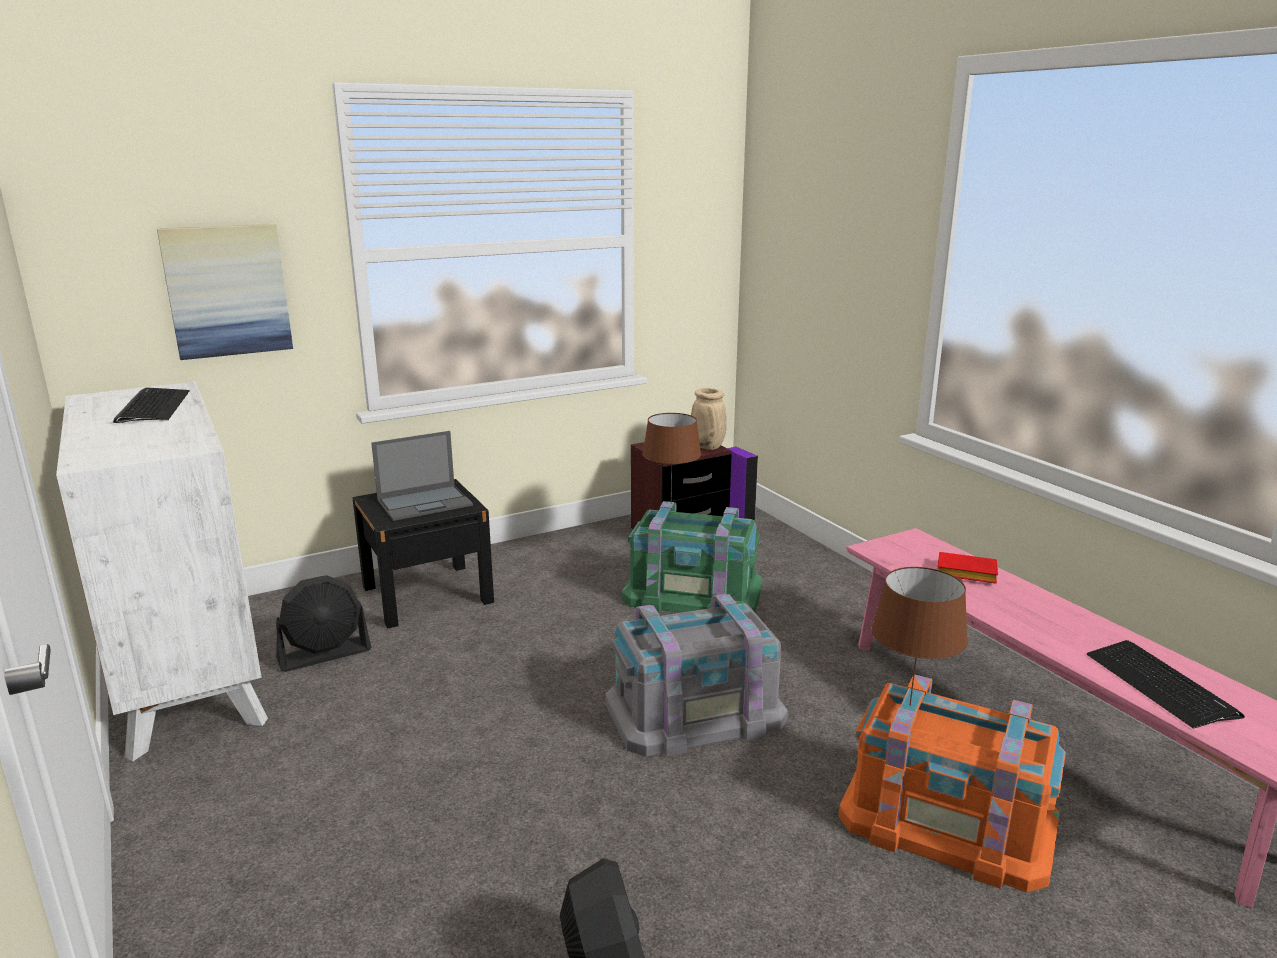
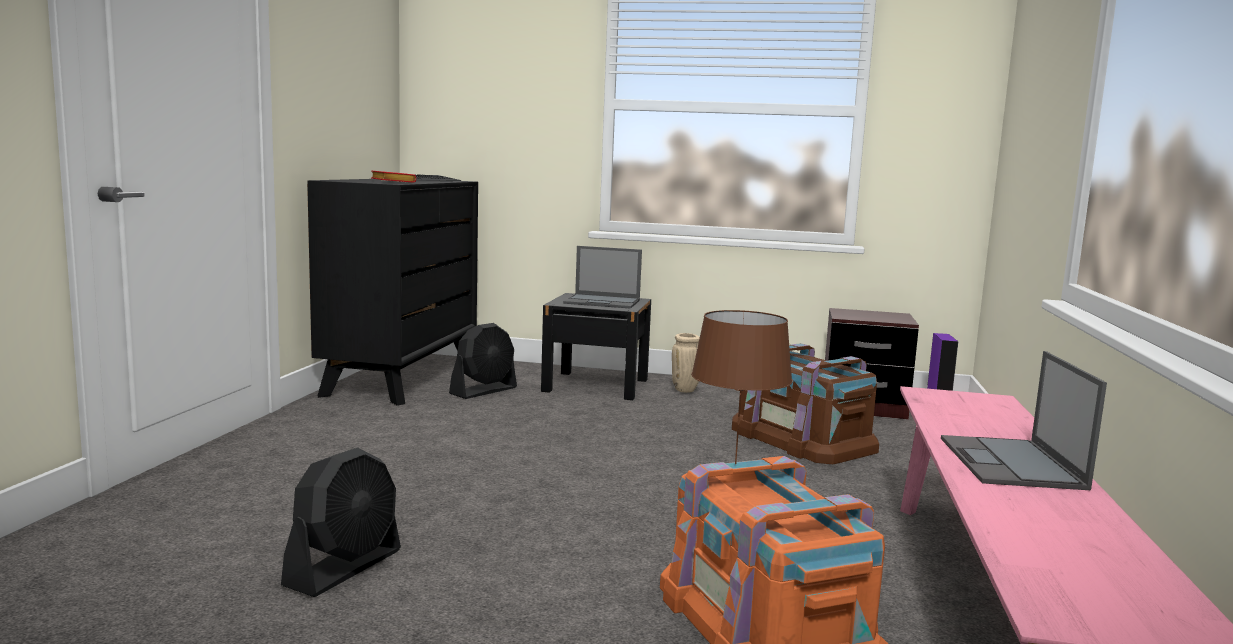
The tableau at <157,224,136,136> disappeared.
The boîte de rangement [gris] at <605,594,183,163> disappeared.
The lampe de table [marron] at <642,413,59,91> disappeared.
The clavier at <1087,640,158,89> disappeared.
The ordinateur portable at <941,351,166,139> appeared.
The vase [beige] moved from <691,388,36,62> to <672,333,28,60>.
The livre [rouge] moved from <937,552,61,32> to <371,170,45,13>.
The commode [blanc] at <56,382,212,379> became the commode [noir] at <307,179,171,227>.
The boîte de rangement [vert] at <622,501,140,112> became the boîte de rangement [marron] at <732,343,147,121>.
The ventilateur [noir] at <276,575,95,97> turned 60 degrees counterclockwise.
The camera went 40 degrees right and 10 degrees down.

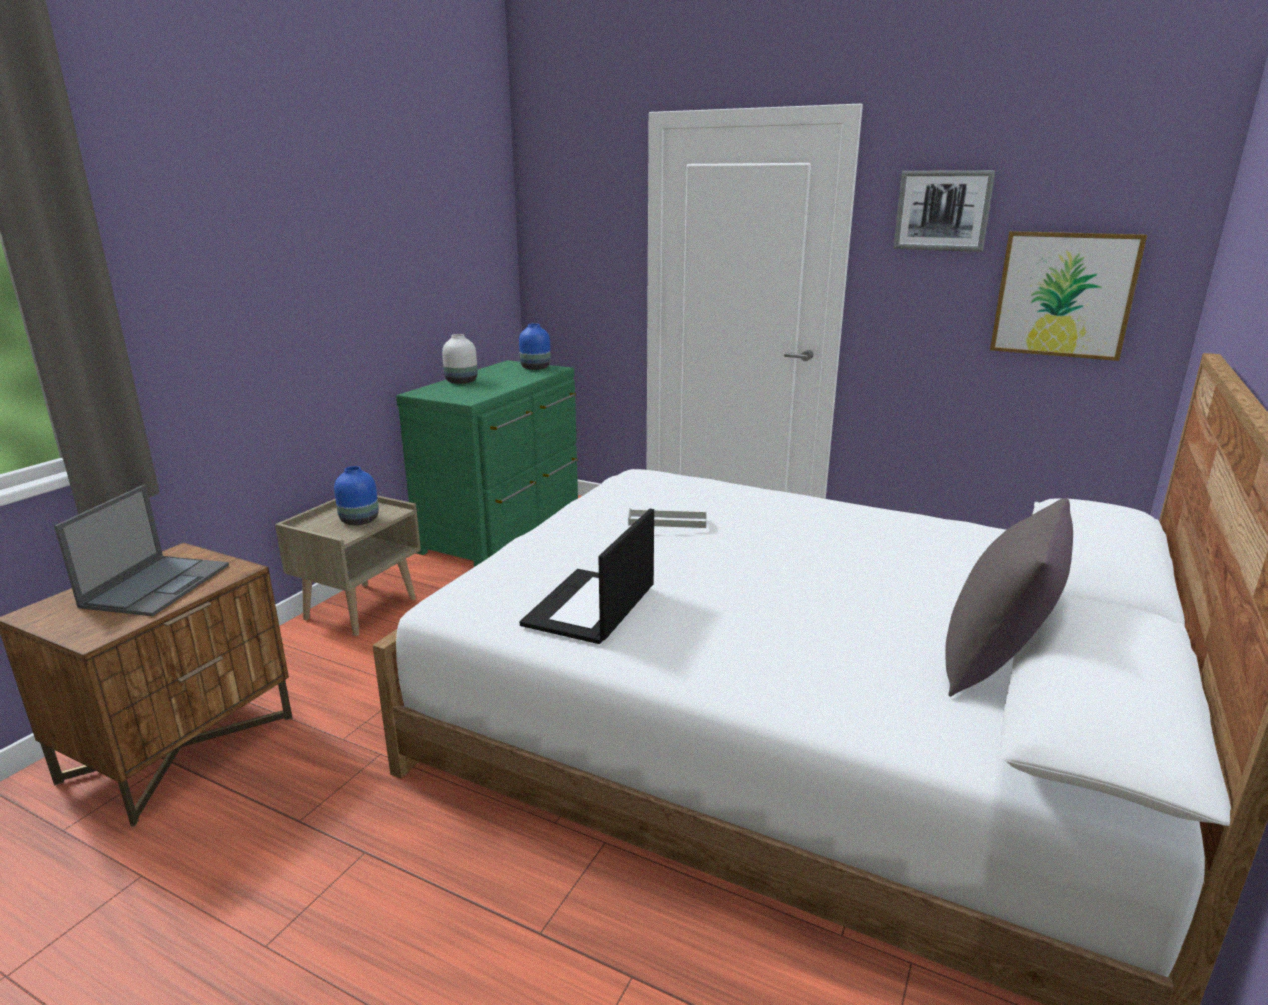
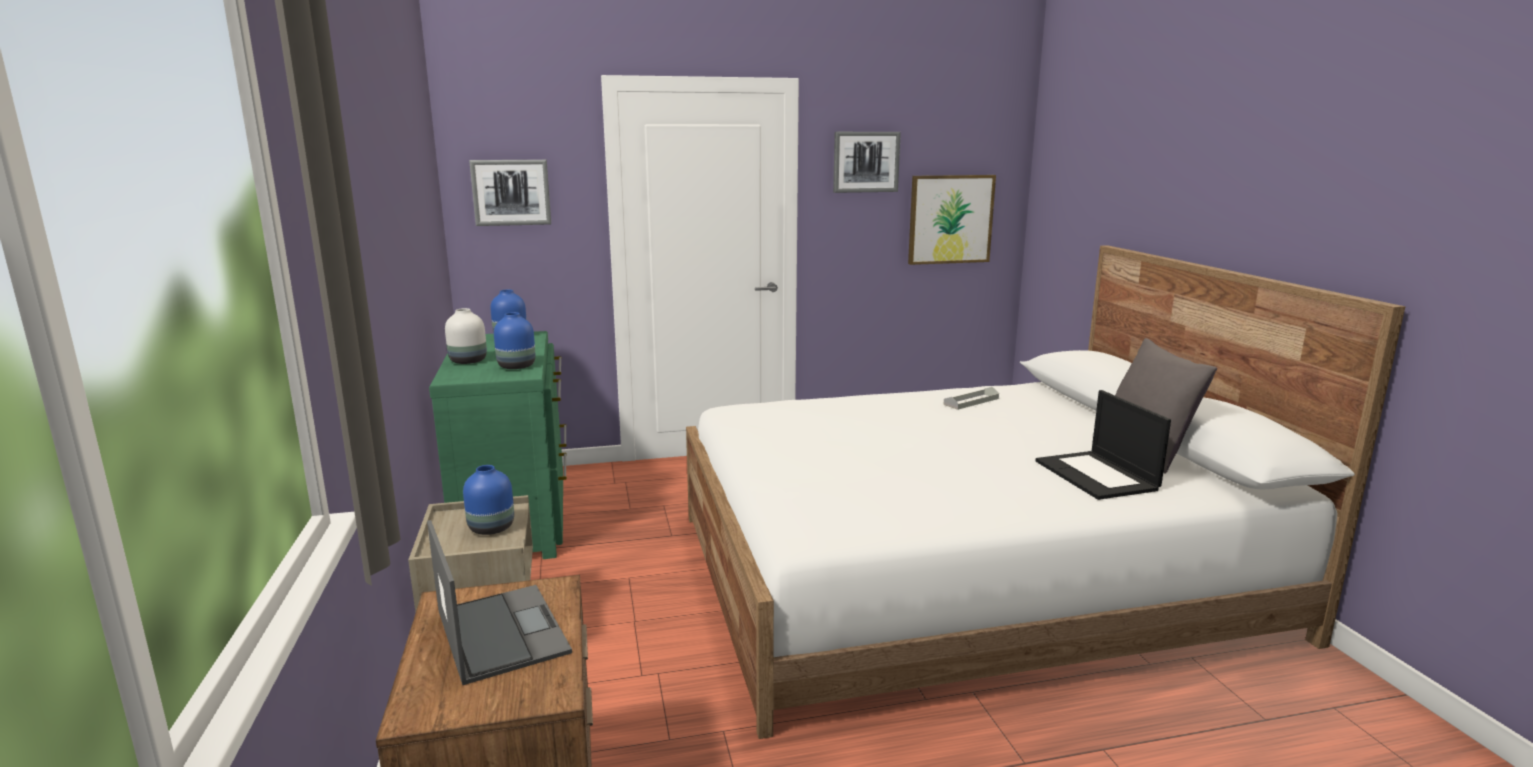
The tableau at <469,160,82,66> appeared.
The vase [bleu] at <494,312,41,57> appeared.
The ordinateur portable moved from <520,509,134,135> to <1036,390,135,110>.
The plateau [gris] moved from <628,508,79,20> to <944,387,55,23>.
The camera went 40 degrees left and 5 degrees down.

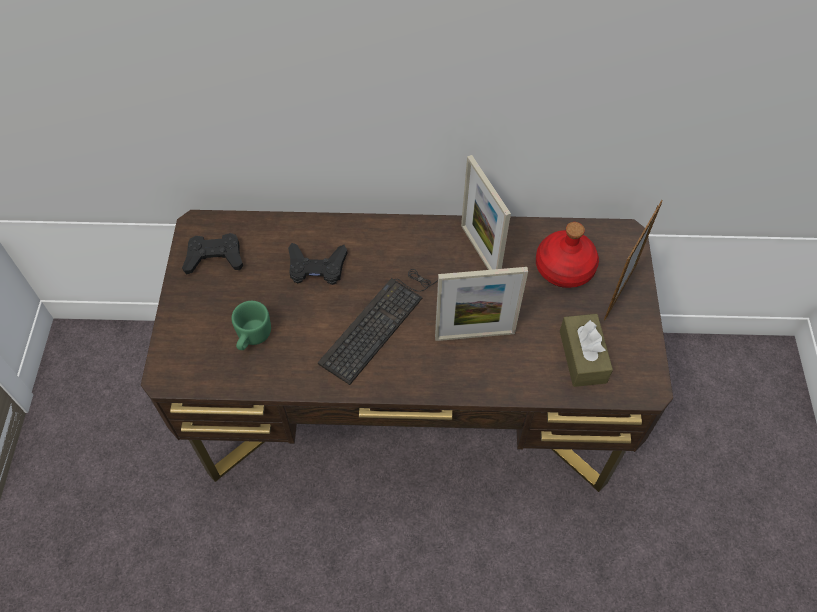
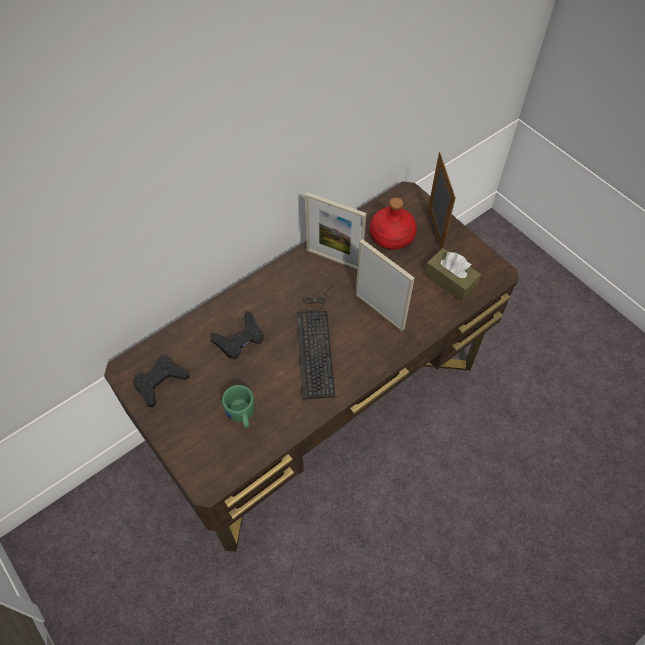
The cadre photo at <435,267,93,74> turned 90 degrees counterclockwise.
The camera went 40 degrees left and 0 degrees up.

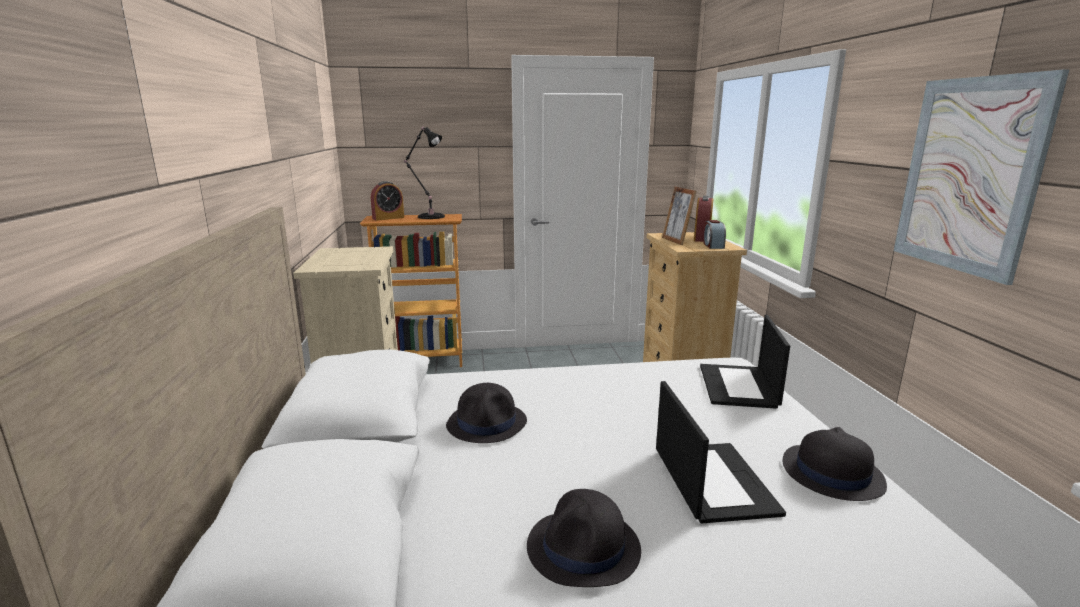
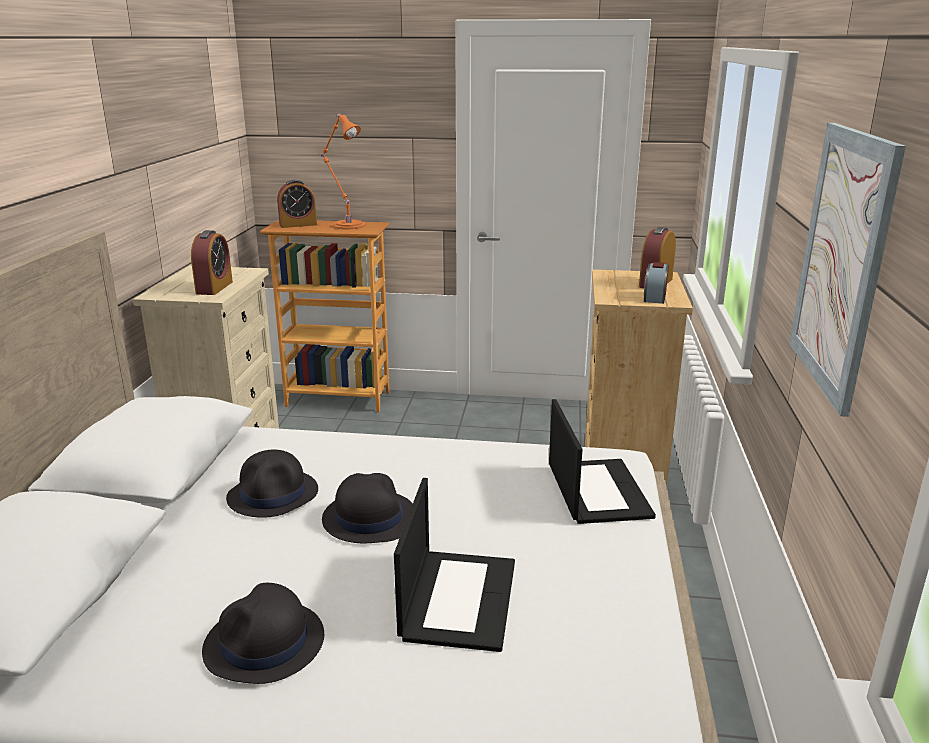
The cadre photo at <662,186,35,59> disappeared.
The réveil at <191,230,42,65> appeared.
The chapeau [noir] moved from <782,427,105,74> to <322,473,91,70>.
The lampe de table [noir] at <403,127,42,92> became the lampe de table [orange] at <320,114,45,115>.
The ordinateur portable at <700,315,90,94> turned 150 degrees clockwise.
The camera went 15 degrees right and 5 degrees up.

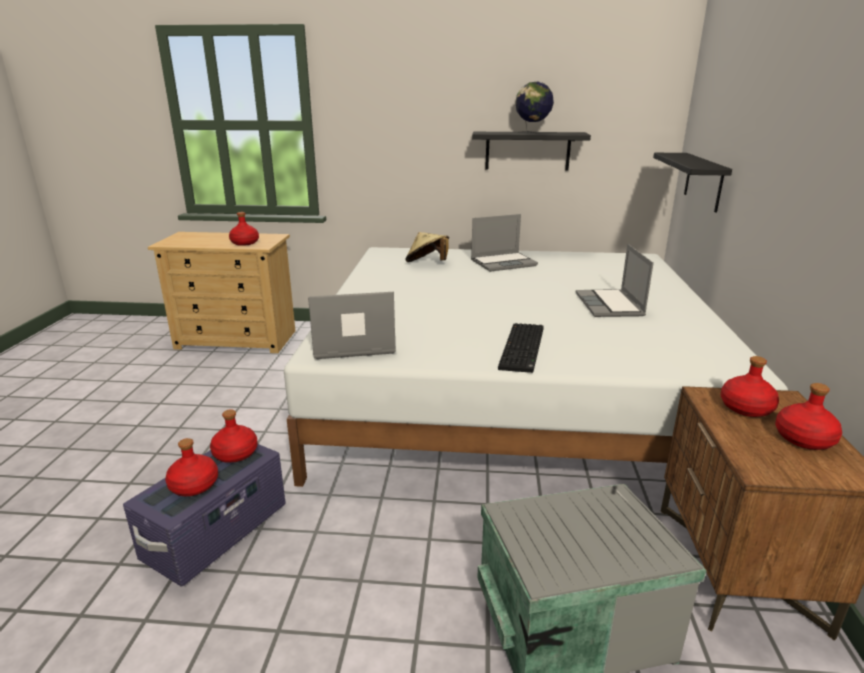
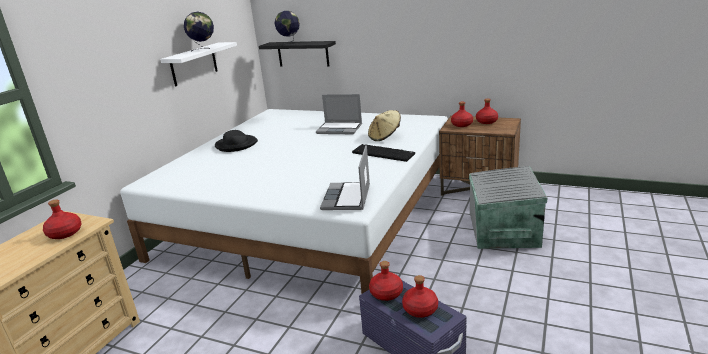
The globe at <275,11,25,34> appeared.
The chapeau [beige] moved from <406,232,43,30> to <368,110,33,31>.
The ordinateur portable at <471,214,67,58> was replaced by the chapeau [noir] at <215,130,43,22>.
The étagère [noir] at <472,132,119,38> became the étagère [blanc] at <160,42,77,45>.
The camera went 70 degrees left and 0 degrees up.

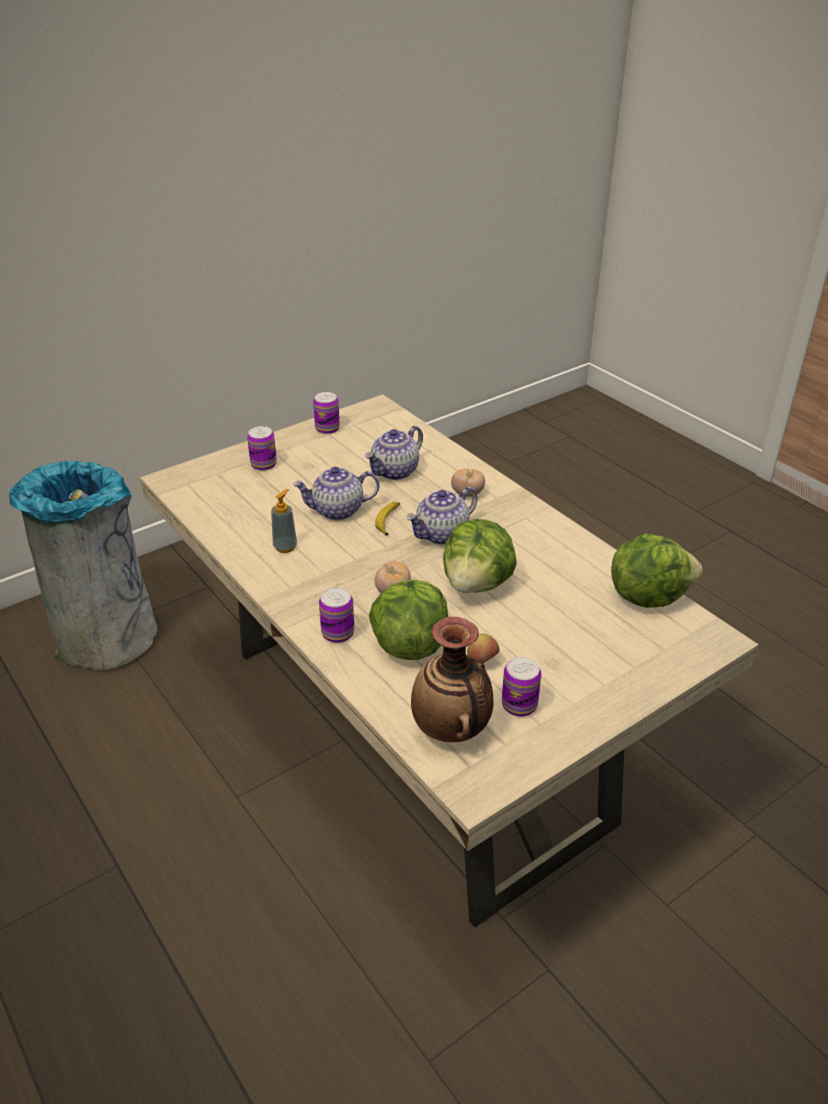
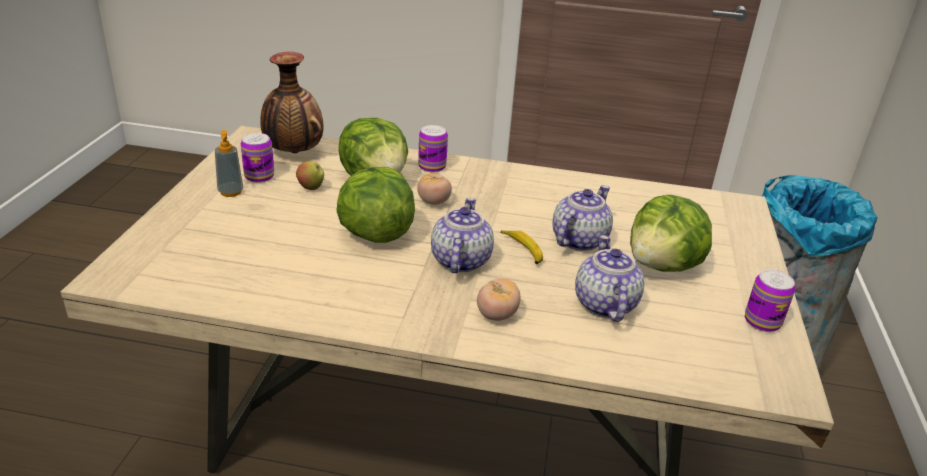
The boîte métallique at <247,426,30,45> disappeared.
The distributeur de savon moved from <271,489,26,64> to <215,130,28,67>.
The laitue moved from <611,533,92,75> to <630,195,82,77>.
The camera went 135 degrees right and 5 degrees down.

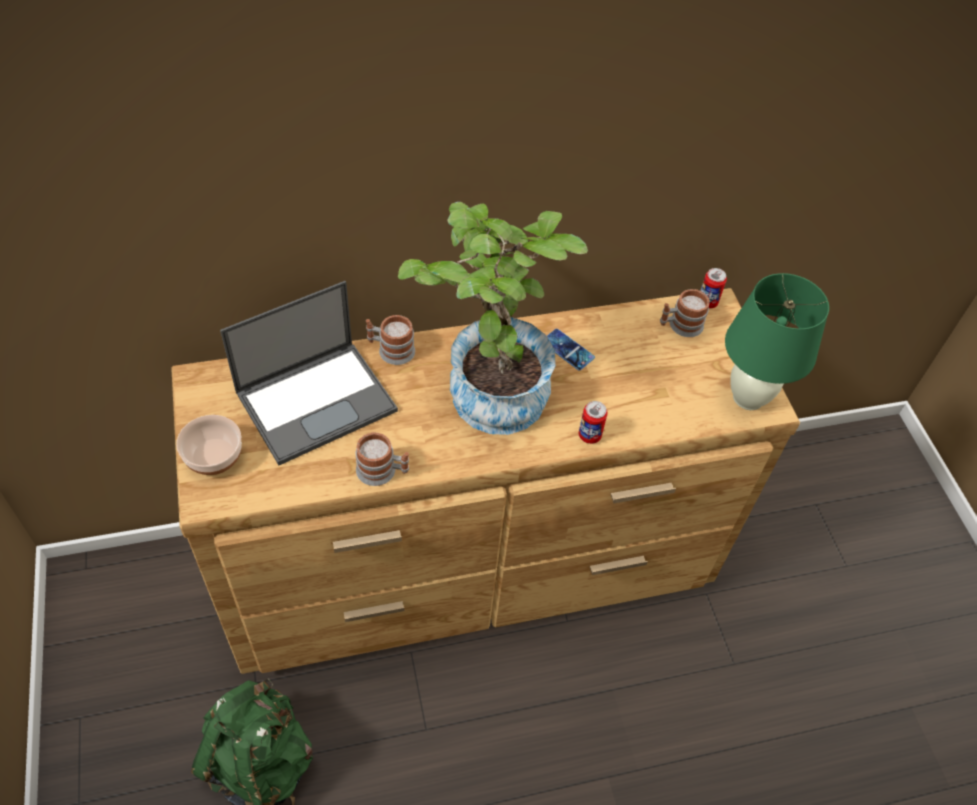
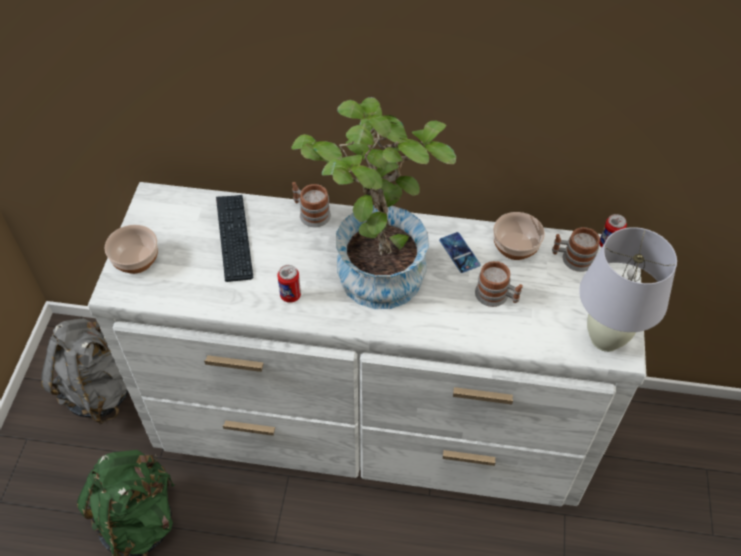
The sac à dos [gris] at <41,318,87,106> appeared.
The bol at <493,212,52,48> appeared.
The mug moved from <356,432,53,54> to <475,261,48,46>.
The boîte métallique moved from <579,401,29,43> to <277,265,24,38>.
The ordinateur portable at <220,281,178,184> was replaced by the clavier at <216,195,37,87>.
The commode [marron] at <171,288,629,386> became the commode [blanc] at <88,182,558,325>.
The lampe de table [vert] at <725,273,104,137> became the lampe de table [blanc] at <579,227,98,125>.
The camera went 25 degrees right and 0 degrees up.

